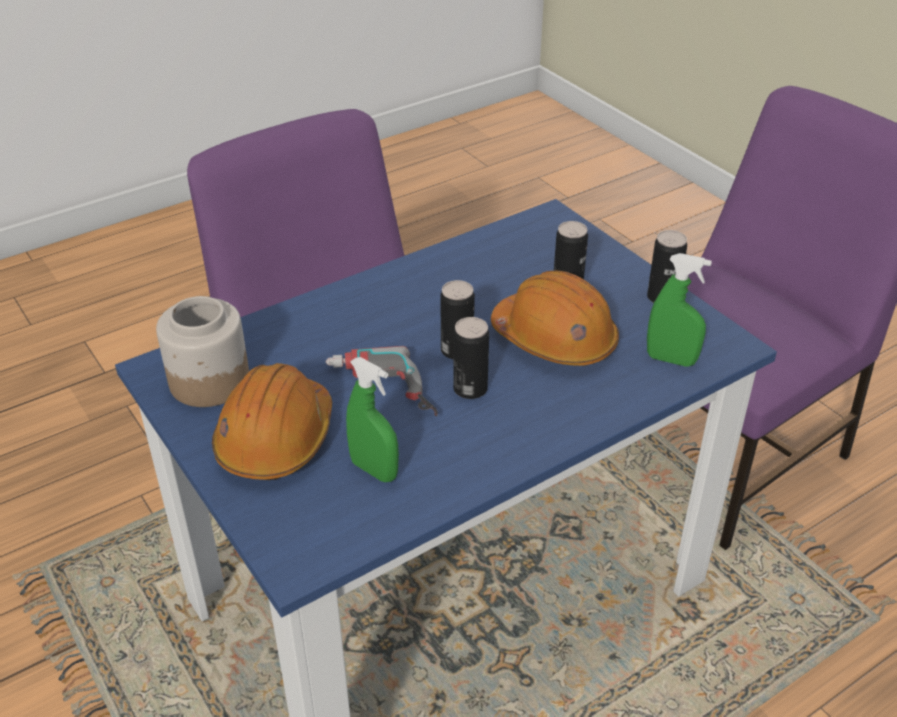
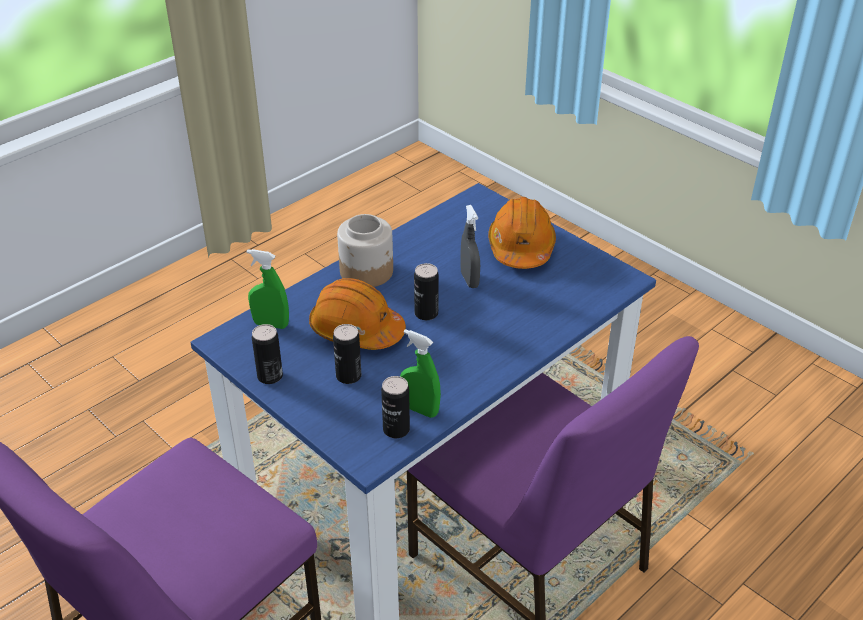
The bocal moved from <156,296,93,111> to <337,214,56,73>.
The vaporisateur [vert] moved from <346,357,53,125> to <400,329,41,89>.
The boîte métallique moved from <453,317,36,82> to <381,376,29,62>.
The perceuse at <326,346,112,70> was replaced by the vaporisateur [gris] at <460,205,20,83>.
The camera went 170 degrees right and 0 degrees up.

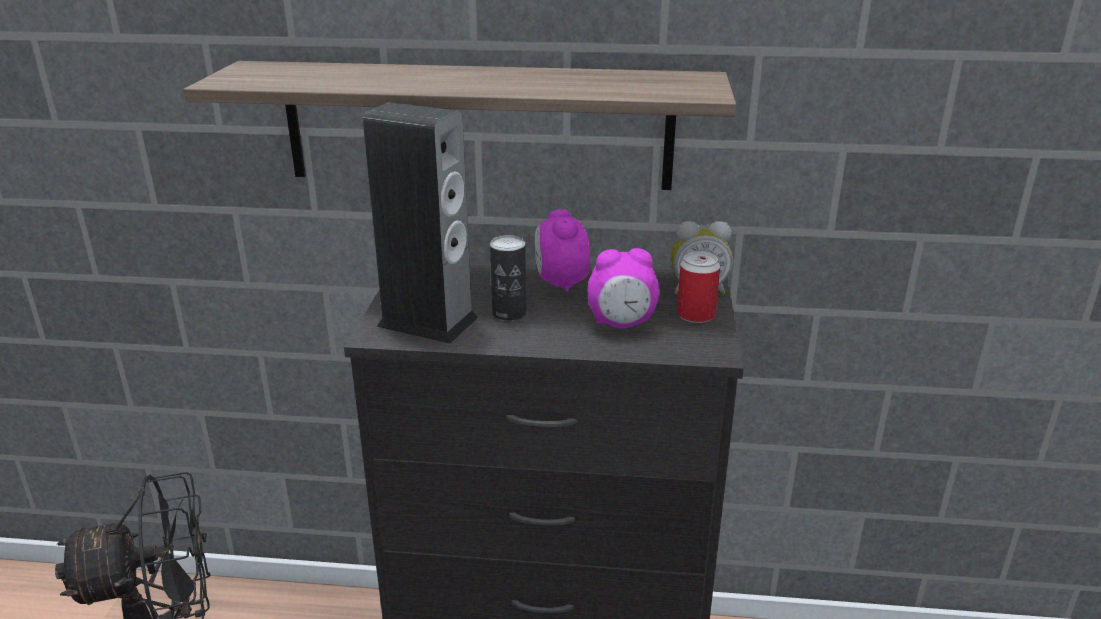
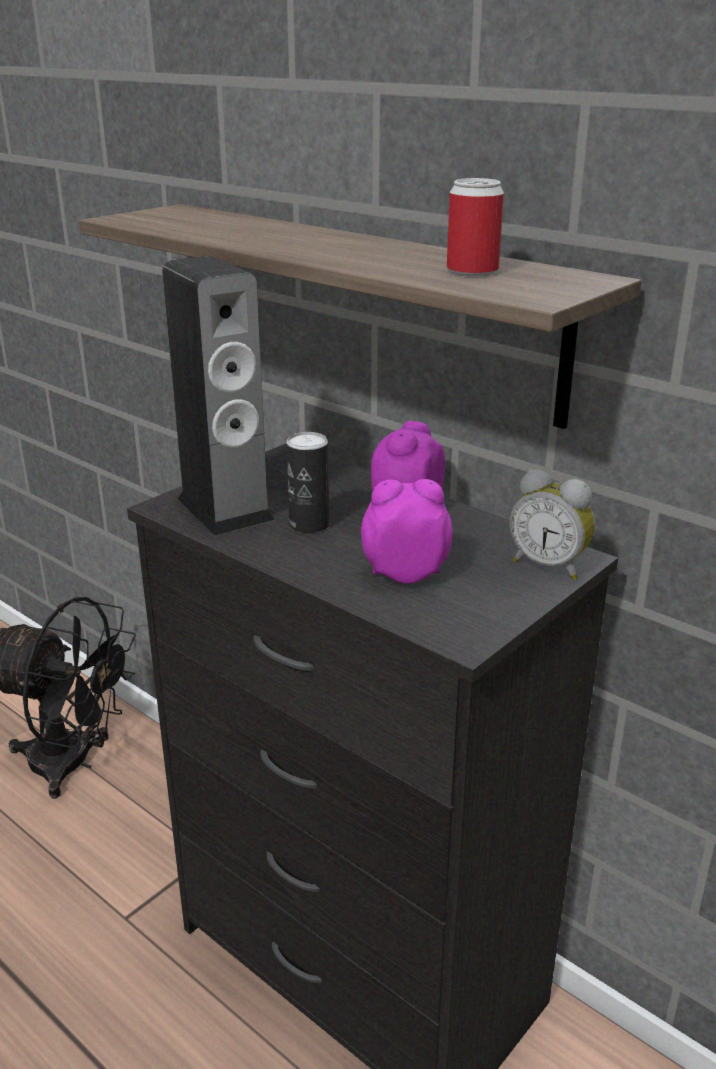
The boîte métallique moved from <677,251,43,72> to <447,178,57,98>.
The réveil at <588,248,72,80> turned 150 degrees clockwise.
The camera went 35 degrees right and 0 degrees up.

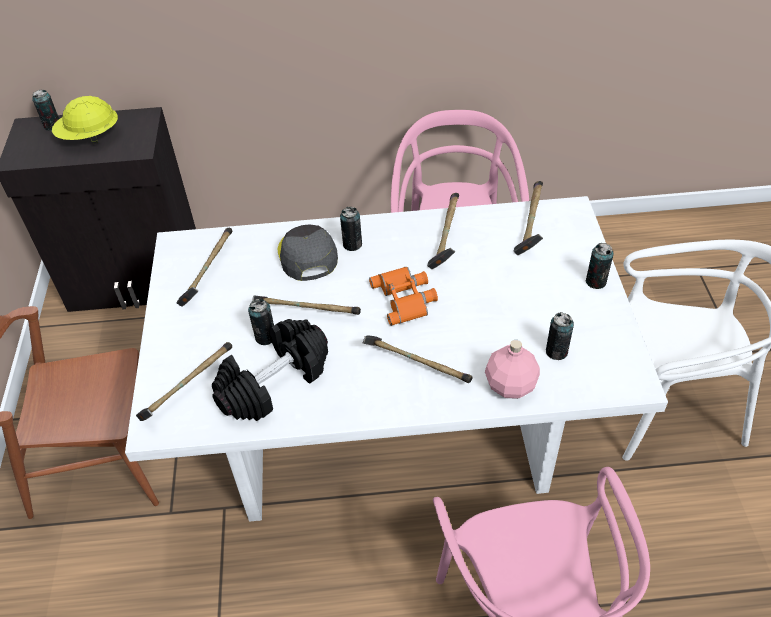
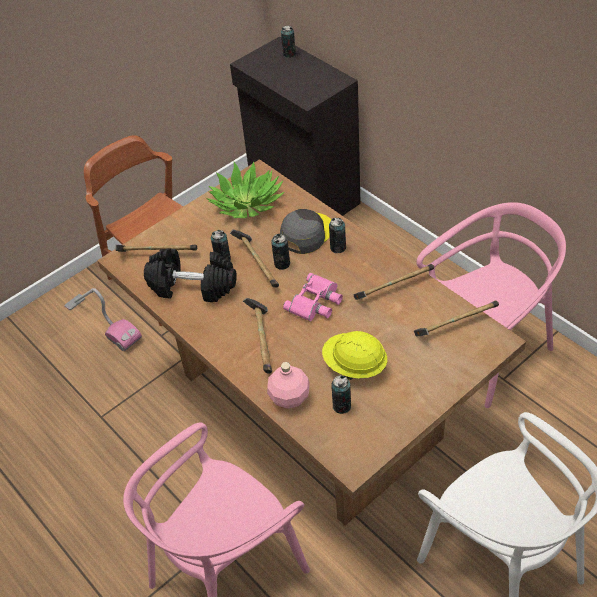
The aspirateur at <65,288,77,63> appeared.
The casque de chantier [jaune] moved from <52,96,66,48> to <322,331,65,49>.
The boîte métallique moved from <586,243,28,46> to <271,234,19,36>.
The marteau at <176,228,56,79> was replaced by the plante en pot at <206,161,78,57>.
The table à manger [blanc] at <125,196,543,326> became the table à manger [marron] at <97,159,429,367>.
The jumelles [orange] at <369,267,69,59> became the jumelles [rose] at <283,273,60,48>.
The camera went 55 degrees right and 0 degrees up.

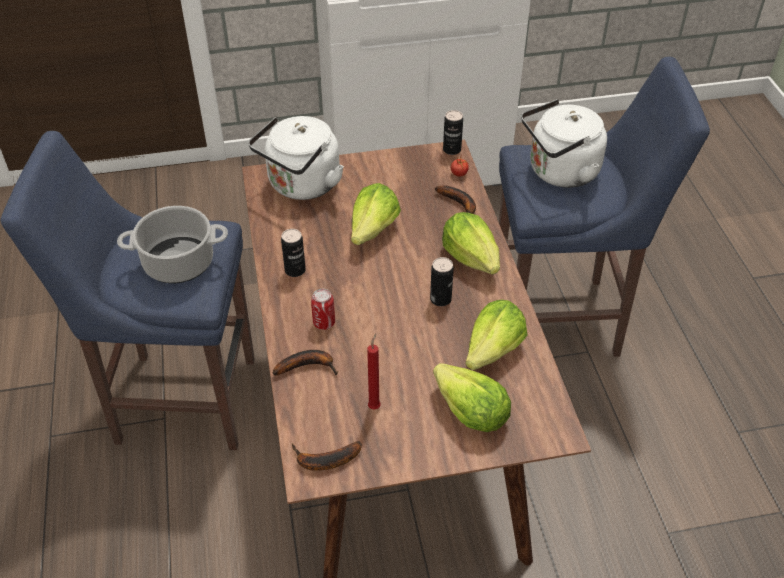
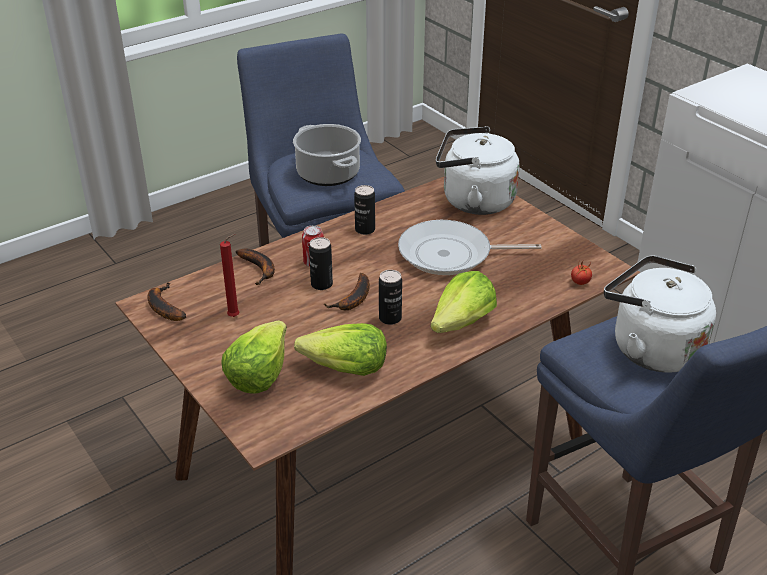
The banane moved from <435,185,41,29> to <324,273,46,37>.
The boîte métallique moved from <443,110,20,45> to <309,237,24,53>.
The laitue at <351,183,50,62> was replaced by the poêle at <398,220,143,55>.
The camera went 65 degrees right and 10 degrees down.

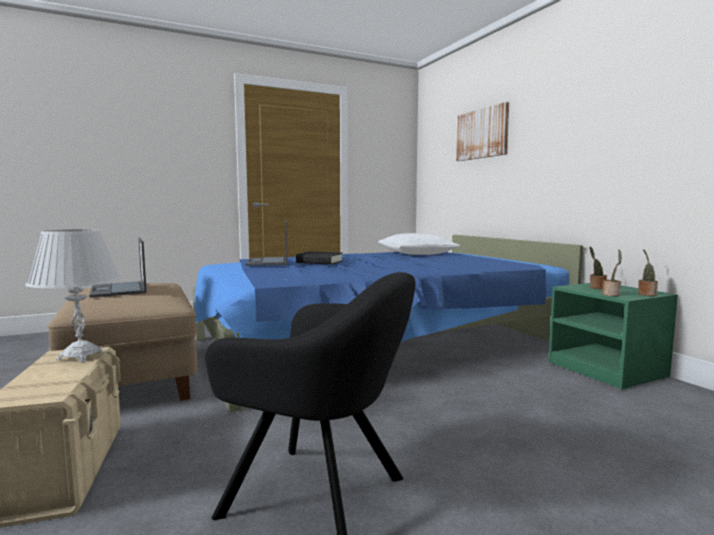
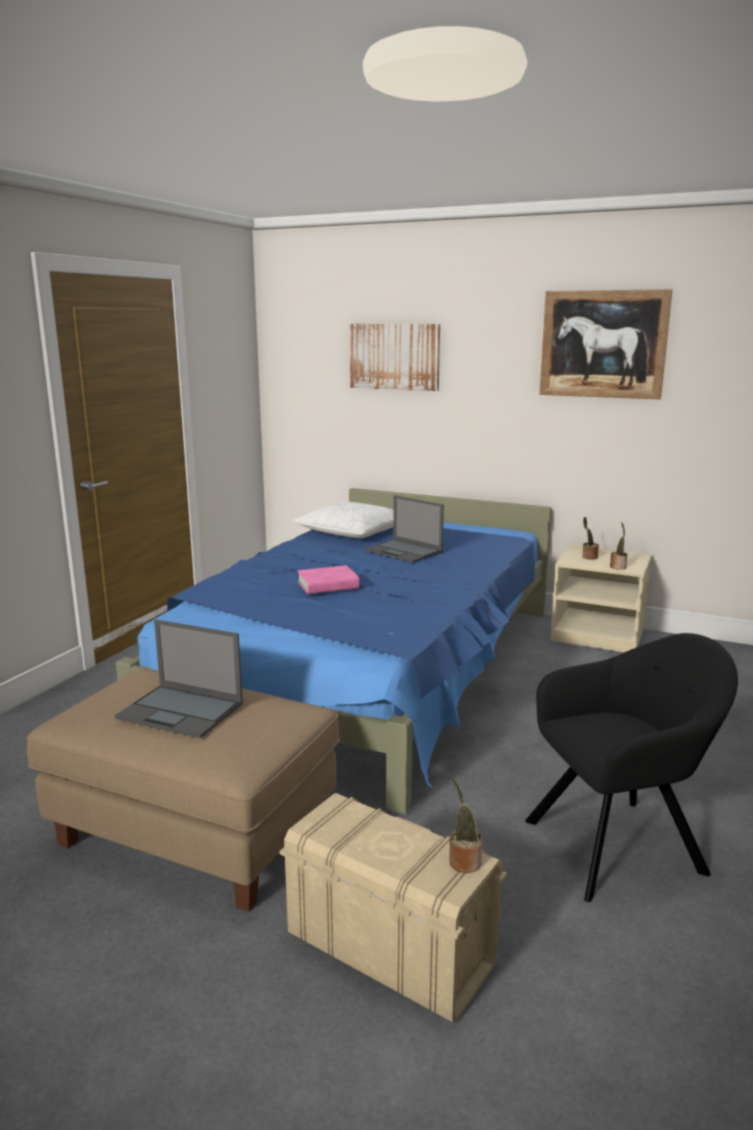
The lampe de table [blanc] at <25,229,95,133> disappeared.
The tableau at <539,289,134,110> appeared.
The ordinateur portable moved from <246,221,42,45> to <364,495,80,68>.
The plante en pot moved from <638,249,20,47> to <449,777,34,96>.
The livre [noir] at <296,251,47,14> became the livre [rose] at <298,565,61,29>.
The table de chevet [vert] at <548,283,130,107> became the table de chevet [beige] at <550,545,102,107>.
The camera went 40 degrees left and 10 degrees up.

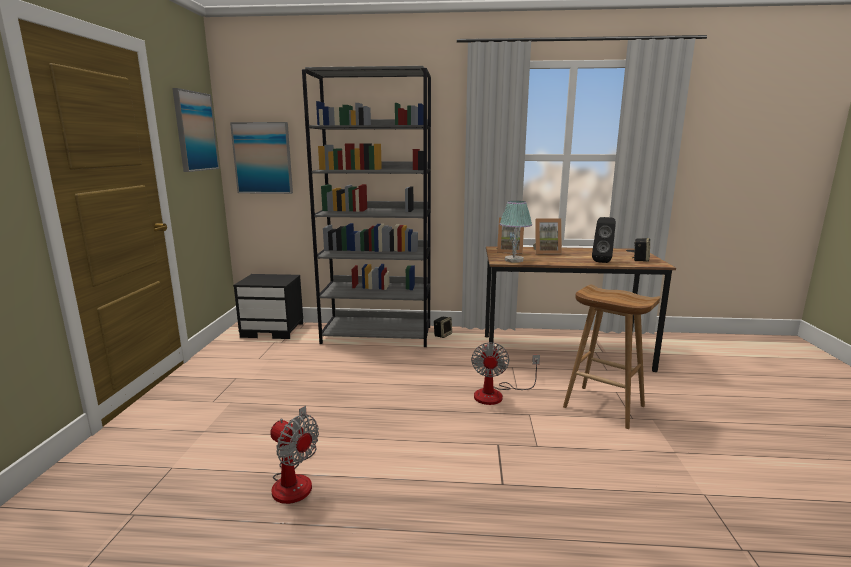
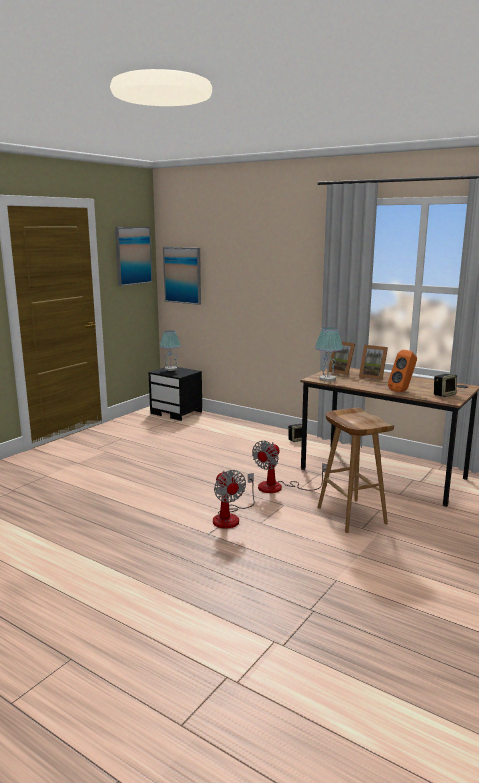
The bibliothèque [gris] at <302,66,129,281> disappeared.
The lampe de table at <160,331,21,40> appeared.
The ventilateur moved from <270,406,49,98> to <213,470,42,59>.
The enceinte [noir] at <592,217,24,46> became the enceinte [orange] at <388,350,29,42>.
The camera went 30 degrees right and 0 degrees up.

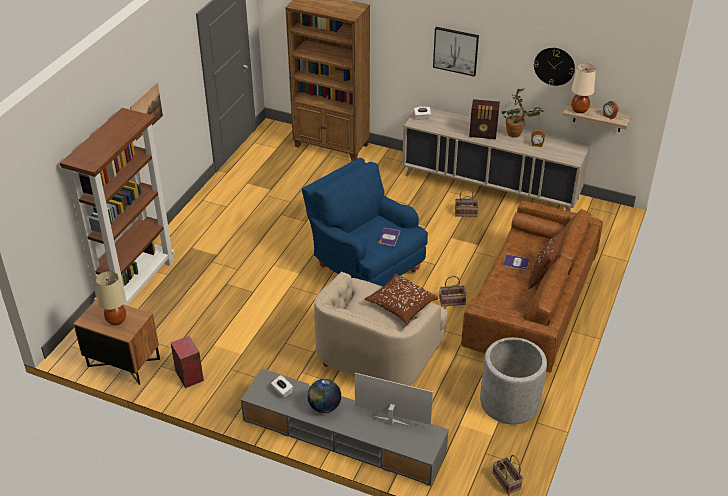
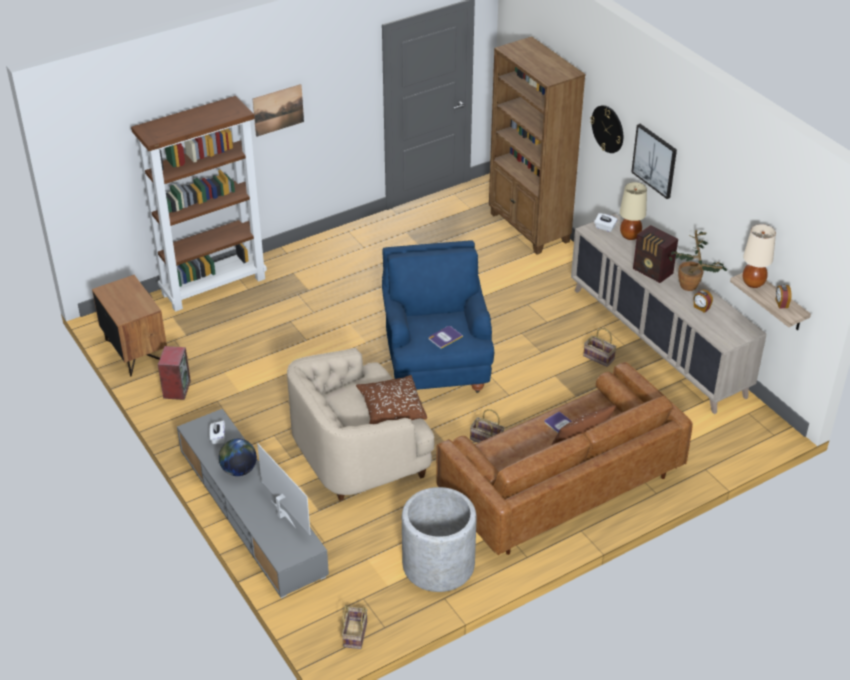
The lampe de table [beige] moved from <96,271,30,54> to <620,182,27,58>.
The horloge murale moved from <534,48,41,38> to <590,105,33,48>.
The camera went 35 degrees right and 0 degrees up.

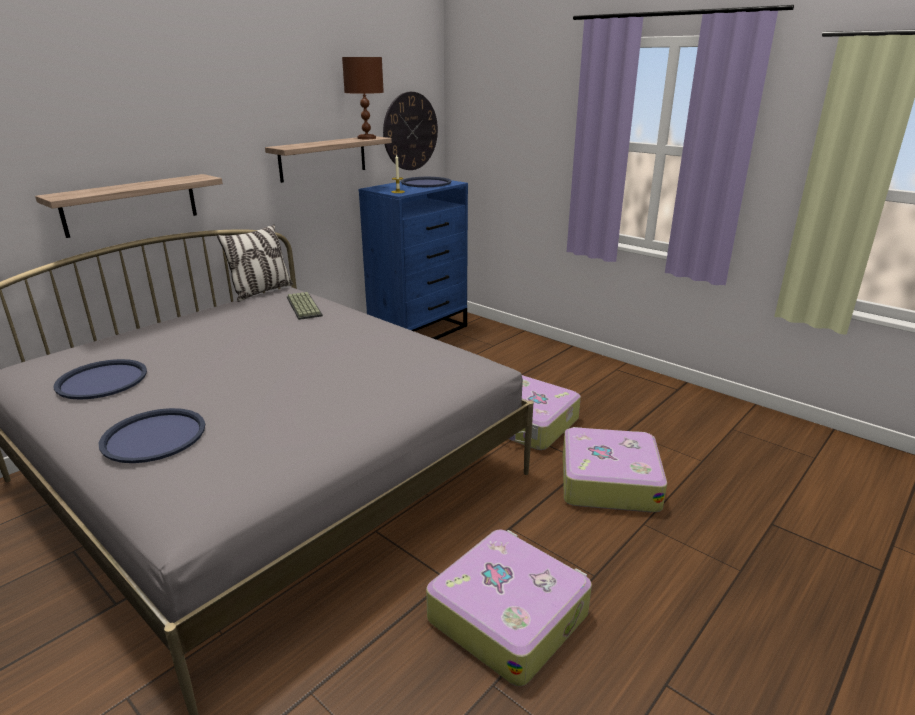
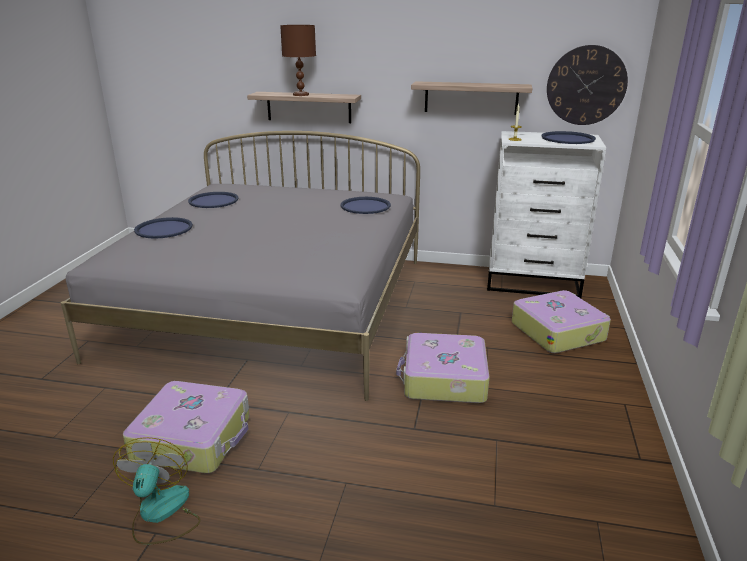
The coussin at <217,224,76,78> disappeared.
The ventilateur at <113,437,88,108> appeared.
The lampe de table [marron] moved from <342,57,42,82> to <280,25,36,71>.
The valise moved from <563,427,104,85> to <512,290,99,63>.
The clavier at <287,292,36,28> was replaced by the plateau [bleu] at <340,197,51,17>.
The commode [bleu] at <358,180,110,160> became the commode [blanc] at <487,131,119,167>.
The camera went 60 degrees right and 0 degrees up.

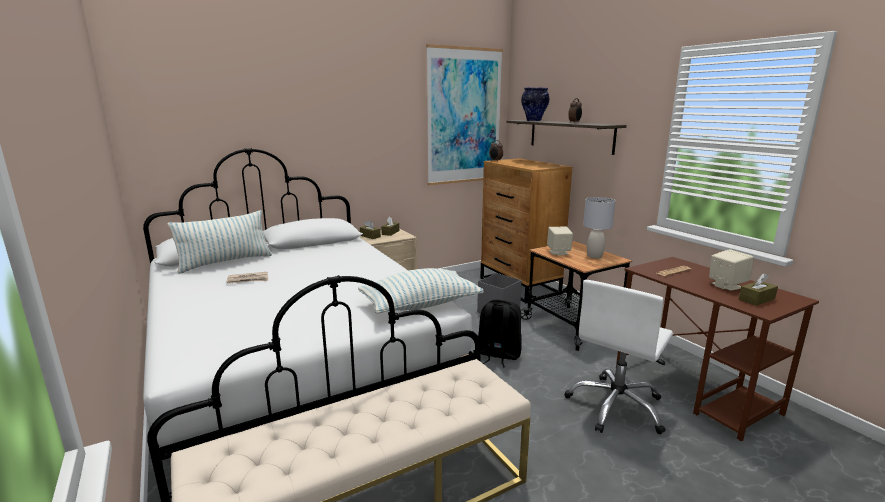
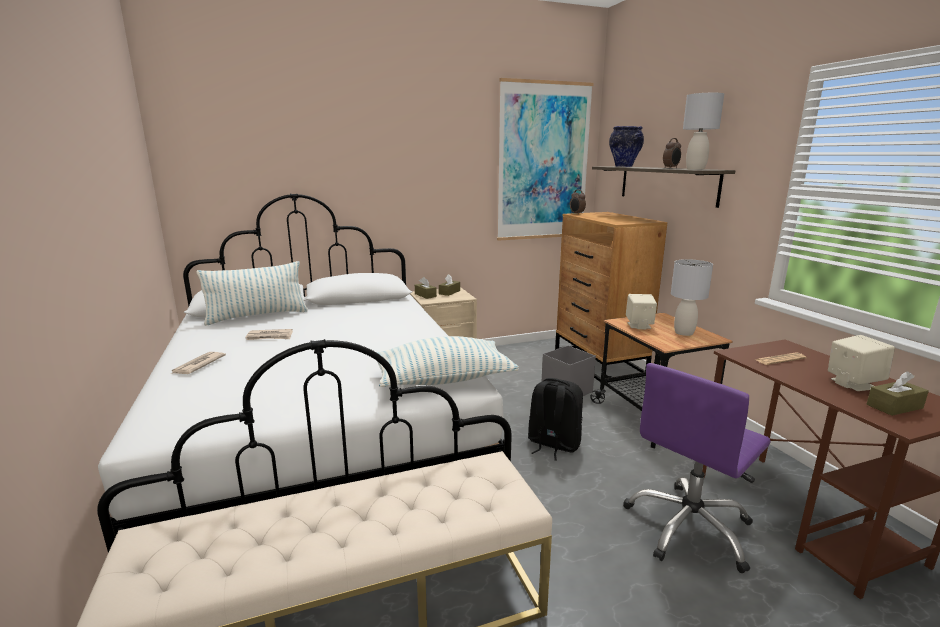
The journal at <171,352,55,22> appeared.
The lampe de table [gris] at <683,93,41,76> appeared.
The chaise de bureau [blanc] at <565,280,108,154> became the chaise de bureau [violet] at <623,363,148,210>.
The camera went 10 degrees right and 0 degrees up.

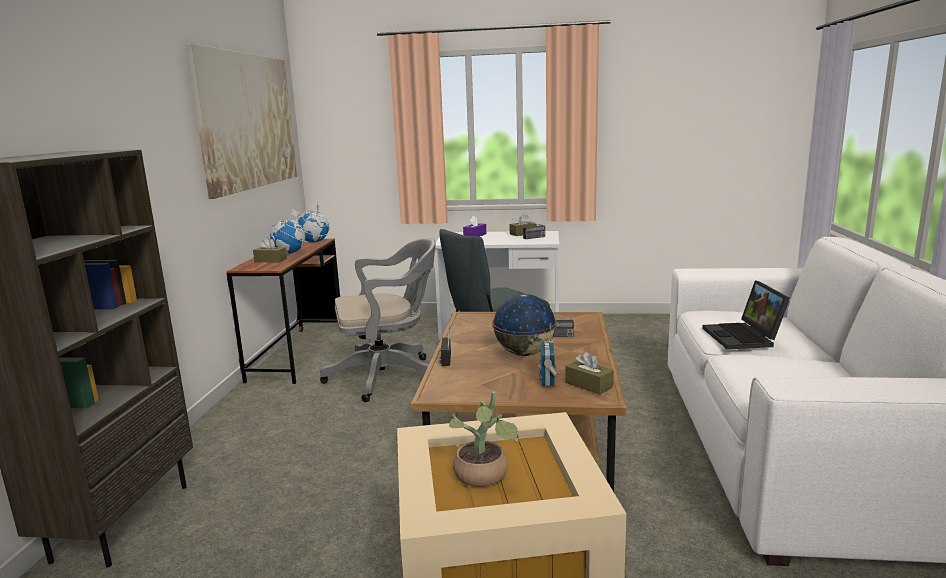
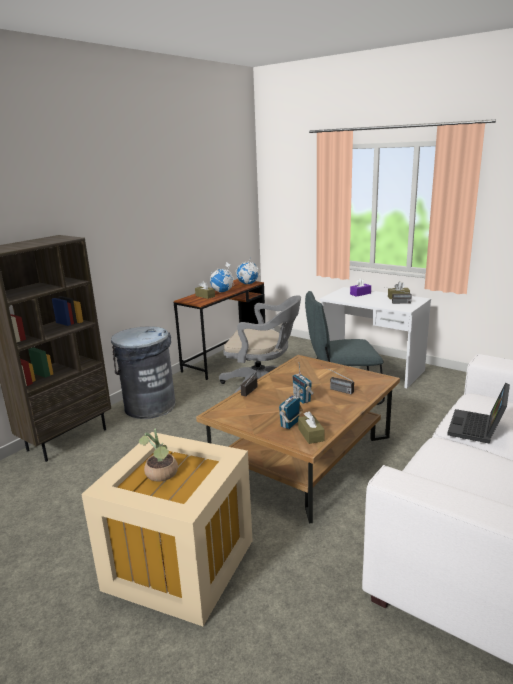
The tableau at <186,43,111,156> disappeared.
The poubelle [gris] at <111,326,65,93> appeared.
The globe at <492,294,65,62> was replaced by the radio at <292,362,22,42>.
The camera went 30 degrees right and 5 degrees up.

